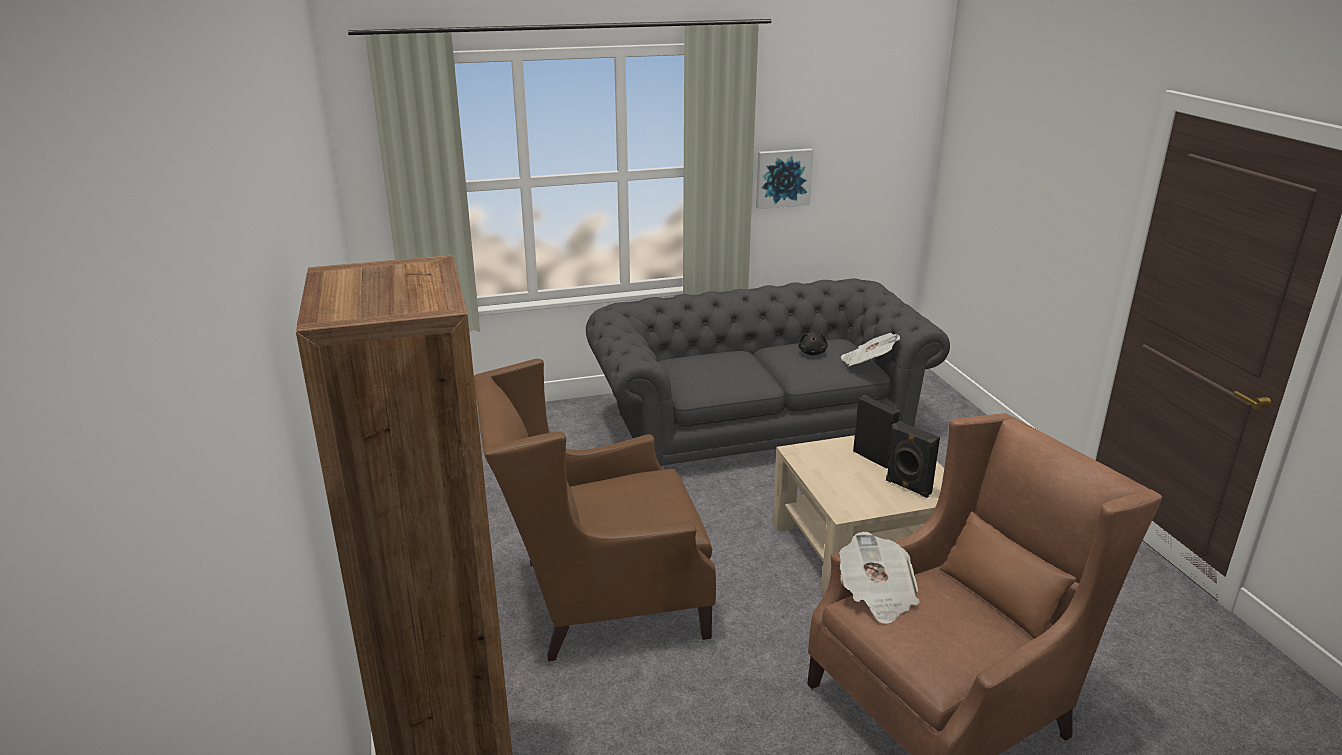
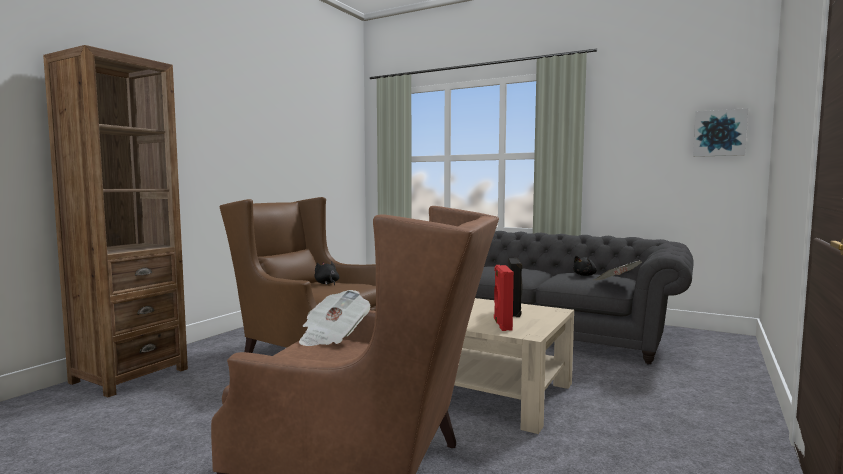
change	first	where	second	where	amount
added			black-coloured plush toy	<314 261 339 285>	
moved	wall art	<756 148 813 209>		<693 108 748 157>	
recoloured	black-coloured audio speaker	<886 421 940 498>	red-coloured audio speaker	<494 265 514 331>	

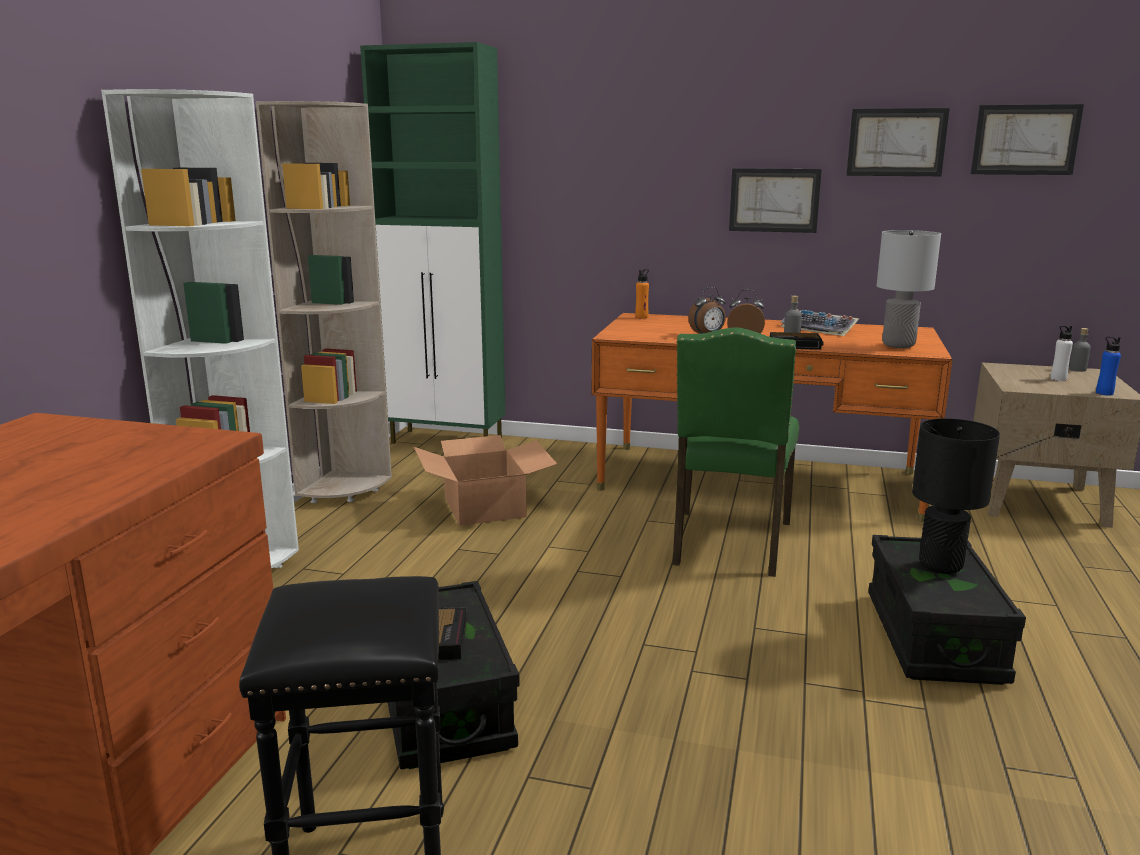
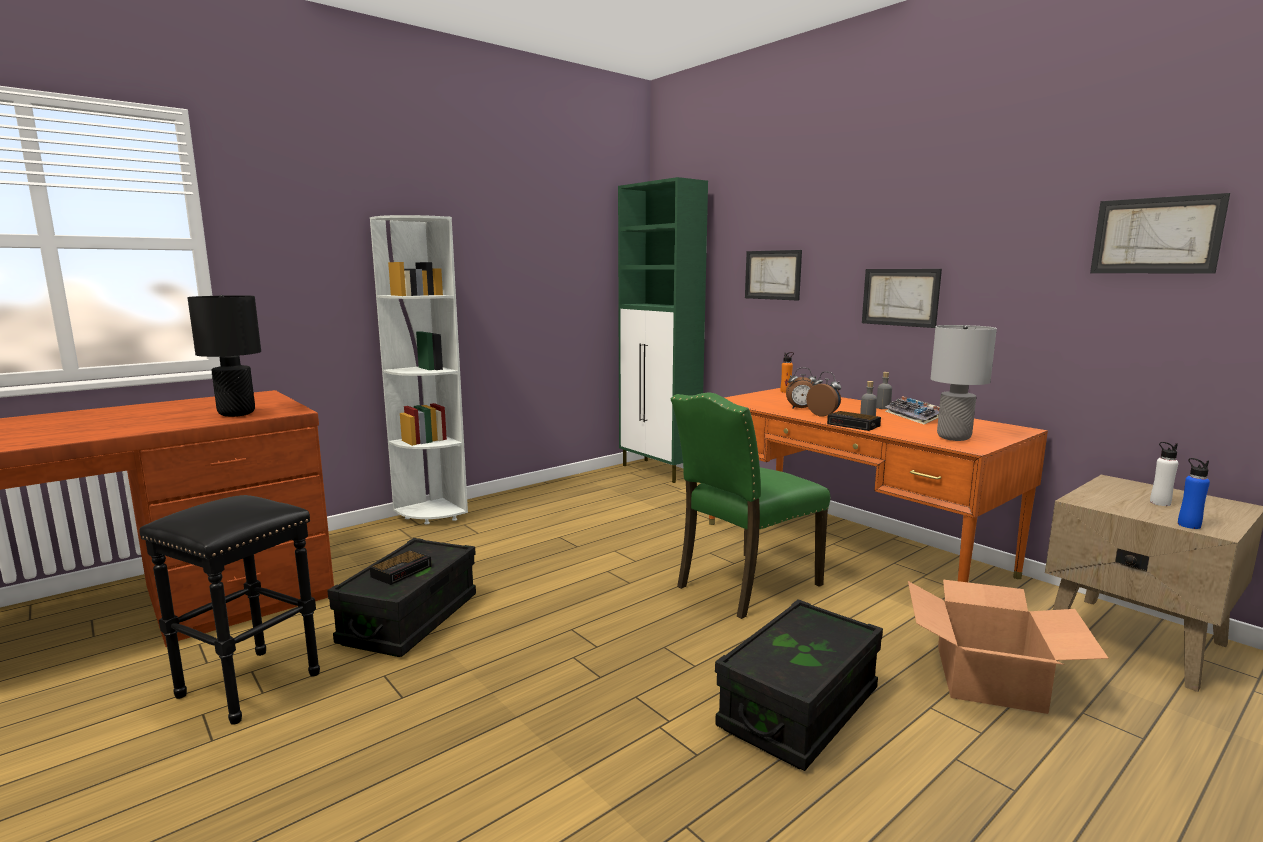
change	first	where	second	where	amount
removed	sand-coloured shelving unit	<256 101 392 503>			
moved	cardboard box	<414 435 557 526>		<908 580 1109 714>	
moved	wall art	<846 108 950 176>		<745 250 802 301>	
moved	black-coloured lamp for a table	<912 418 1000 574>		<187 295 261 417>	
moved	gray drink bottle	<1069 328 1091 372>		<876 372 892 409>	

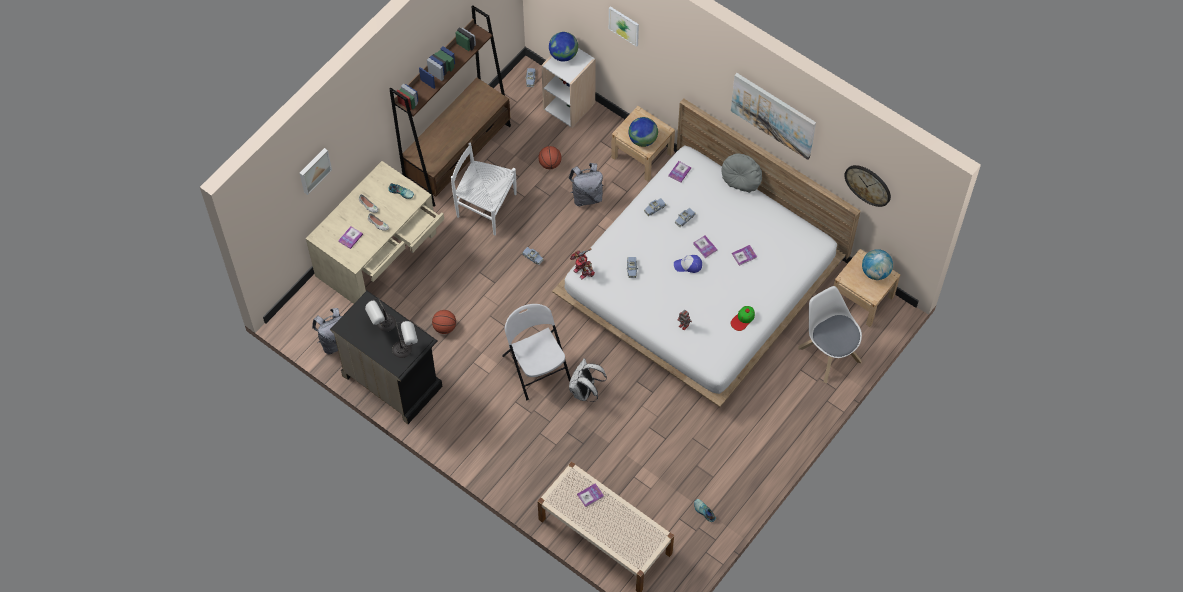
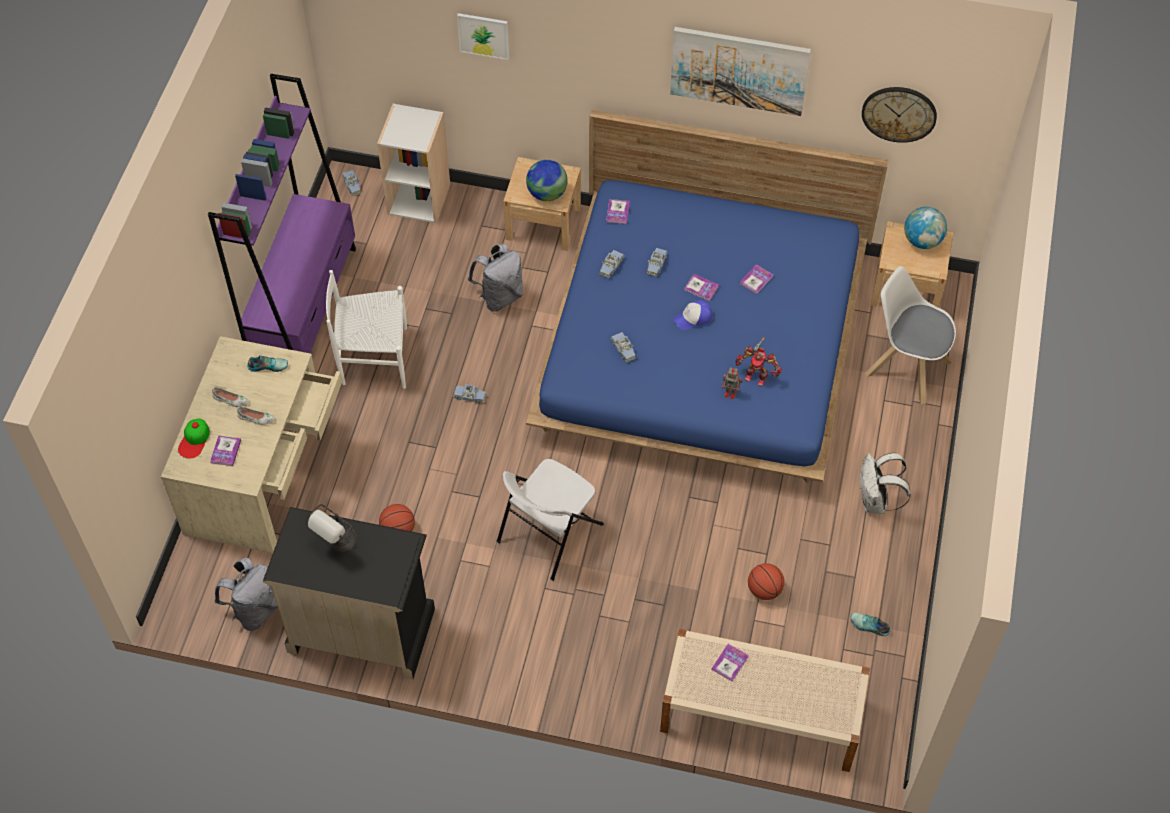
change	first	where	second	where	amount
removed	wall art	<300 148 332 195>			
removed	lamp for a table	<392 321 418 358>			
removed	world globe	<549 32 578 62>			
removed	gray throw pillow	<722 153 762 193>			
moved	basketball ball	<538 146 562 169>		<748 563 785 600>	
moved	white-coloured rucksack	<569 358 607 402>		<860 453 911 514>	
moved	model robot	<570 248 595 279>		<736 337 781 386>	
moved	cap	<731 306 755 331>		<178 419 210 459>	
recoloured	brownish shelving unit	<389 5 511 206>	purple-coloured shelving unit	<208 74 356 353>	
recoloured	white-coloured sleeping bed	<552 98 861 407>	blue sleeping bed	<526 110 889 483>	
turned	white-coloured upright chair	<502 304 571 401>		<497 459 604 581>	90 degrees counterclockwise

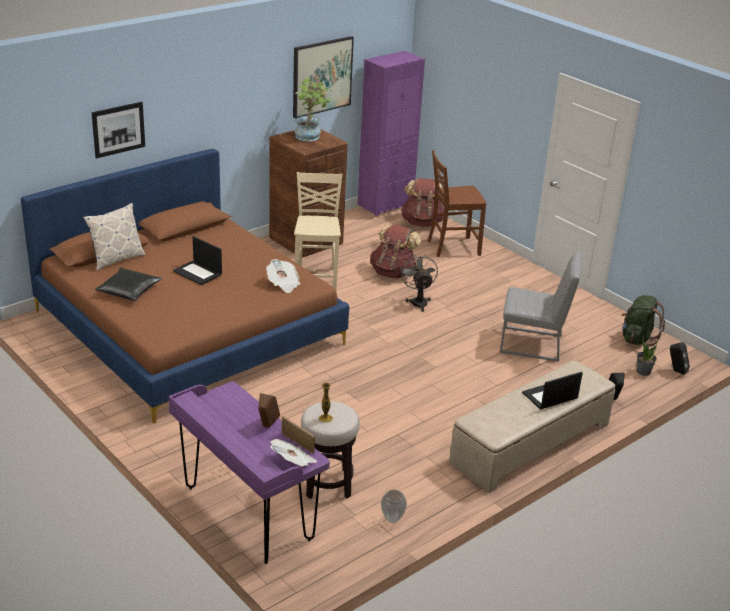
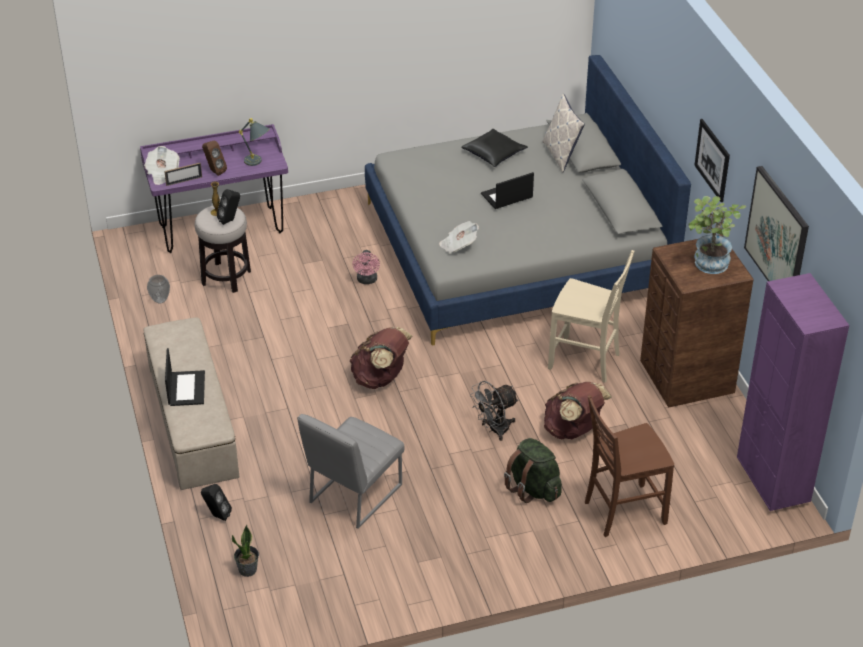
change	first	where	second	where	amount
added			gray lamp for a table	<238 118 270 166>	
added			pinkish fan	<353 250 380 284>	
moved	wall art	<92 102 145 158>		<694 119 730 202>	
moved	brownish rucksack	<401 178 444 227>		<349 327 412 389>	
moved	greenish rucksack	<621 295 665 347>		<504 438 562 503>	
moved	black-coloured audio speaker	<670 342 690 375>		<217 189 240 225>	
recoloured	brownish sleeping bed	<21 149 349 424>	gray sleeping bed	<365 55 691 346>	
turned	gray fan	<401 254 438 312>		<470 381 519 441>	135 degrees clockwise
turned	brownish upright chair	<428 150 486 257>		<585 395 674 537>	120 degrees counterclockwise

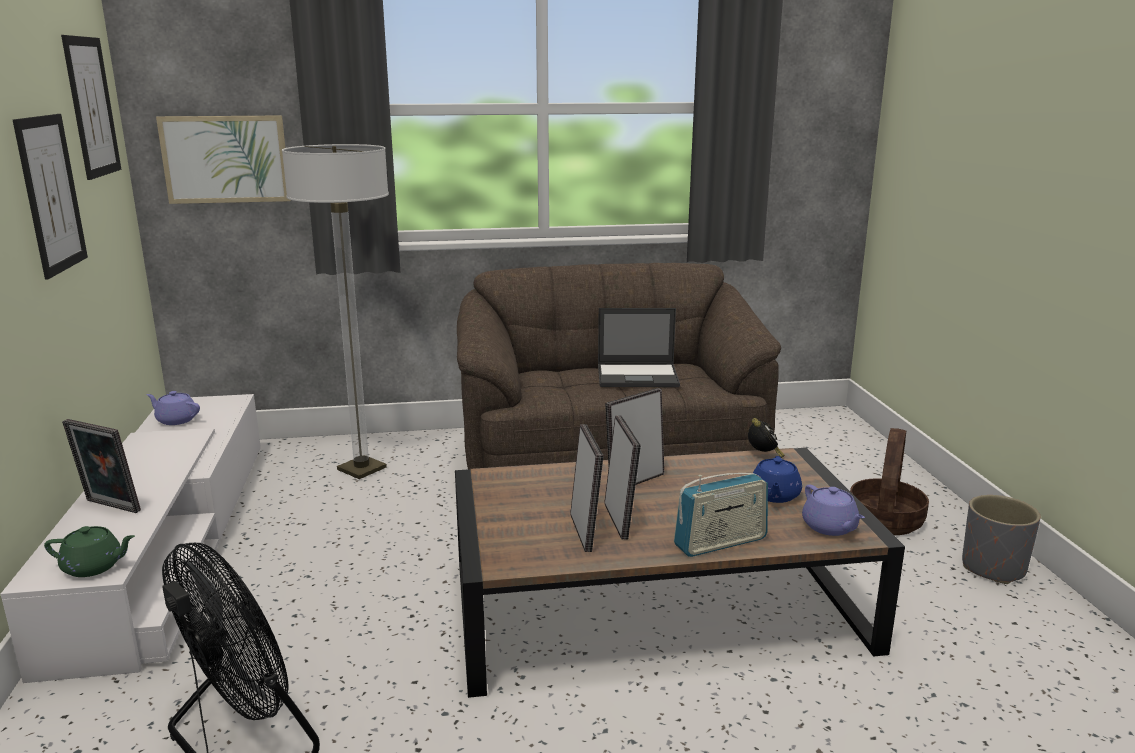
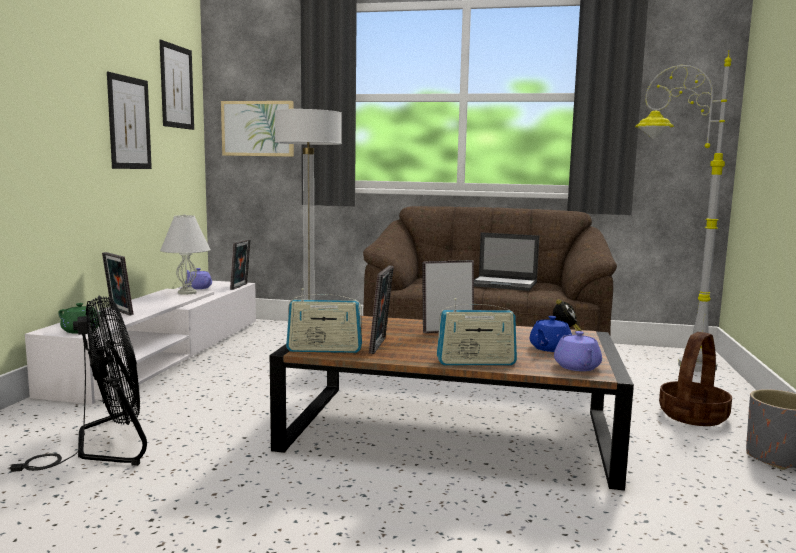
change	first	where	second	where	amount
added			white-coloured lamp for a table	<160 214 211 295>	
added			radio	<286 288 362 353>	
added			gray standard lamp	<635 50 732 372>	
moved	photo frame	<604 415 641 540>		<230 239 251 290>	

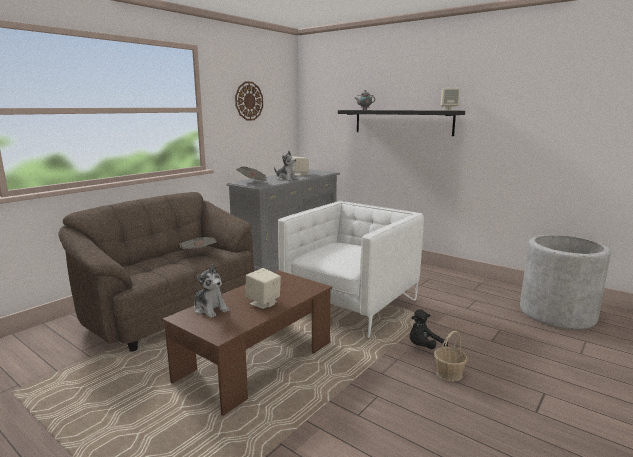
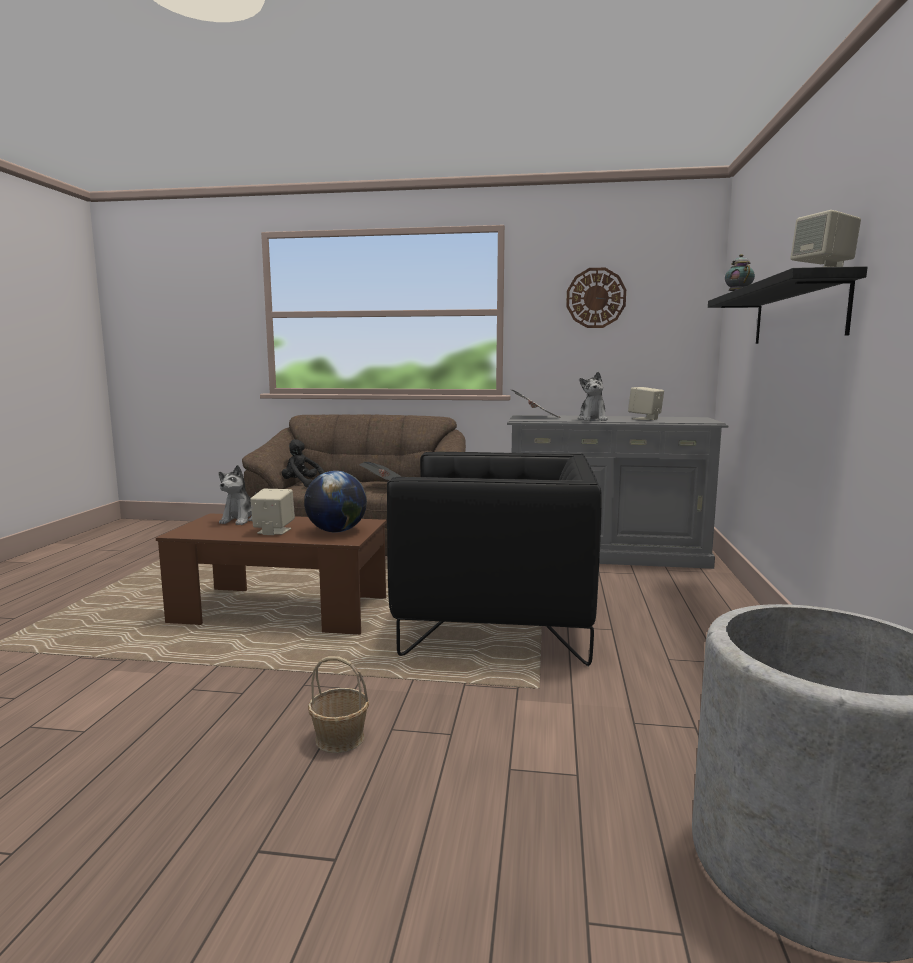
change	first	where	second	where	amount
added			world globe	<304 471 367 532>	
moved	black-coloured plush toy	<410 309 448 349>		<282 439 325 487>	
recoloured	white-coloured armchair	<278 201 424 338>	black-coloured armchair	<387 452 602 667>	

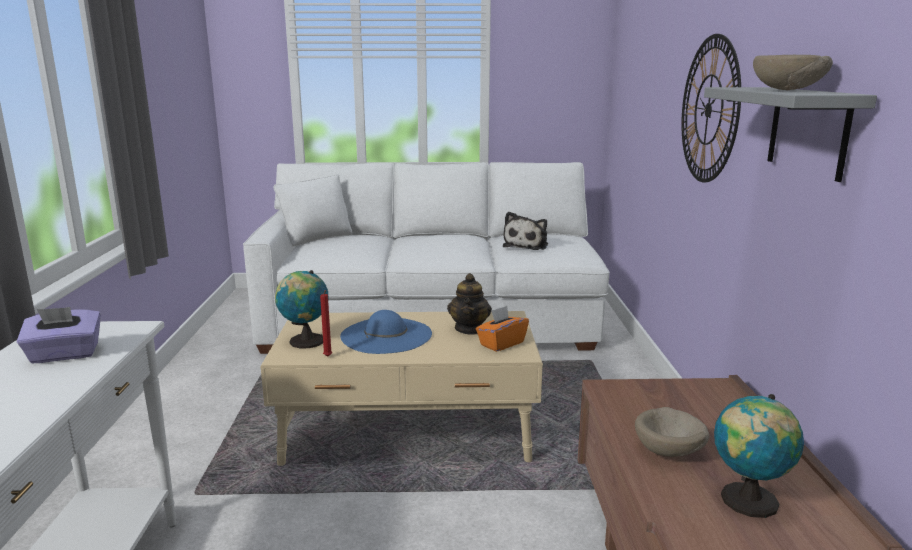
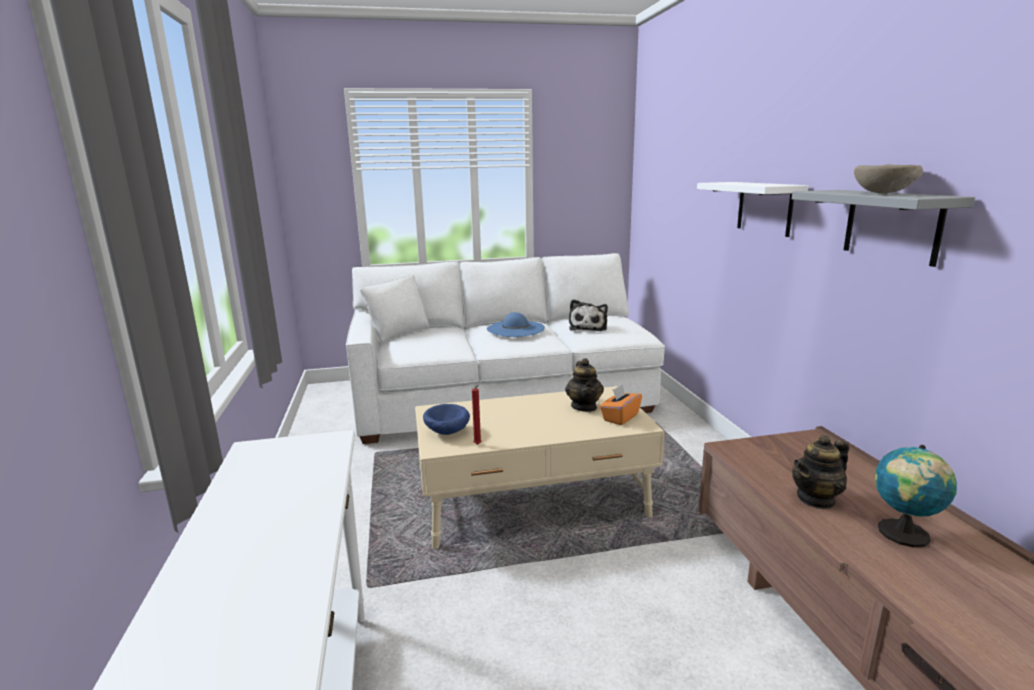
change	first	where	second	where	amount
removed	purple-coloured box of tissues	<17 307 101 363>			
moved	blue wearable hat	<340 310 432 354>		<487 312 545 337>	
replaced	world globe	<275 270 329 349>	blue bowl	<423 404 470 435>	
replaced	sand-coloured bowl	<635 407 710 457>	tea pot	<792 435 849 509>	
replaced	wall clock	<681 34 741 182>	white-coloured wall shelf	<697 182 808 237>	

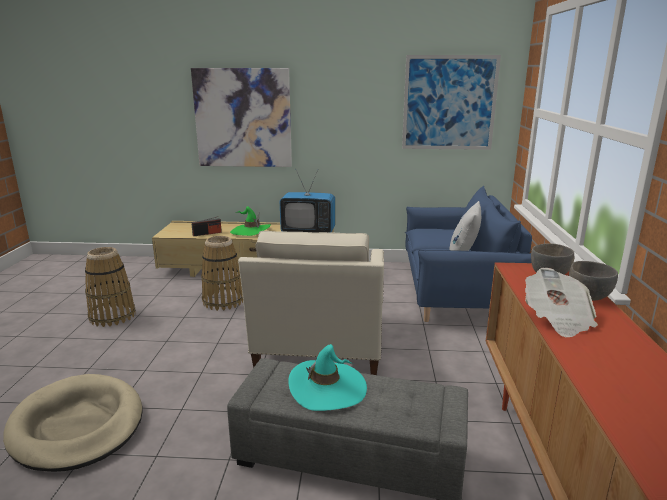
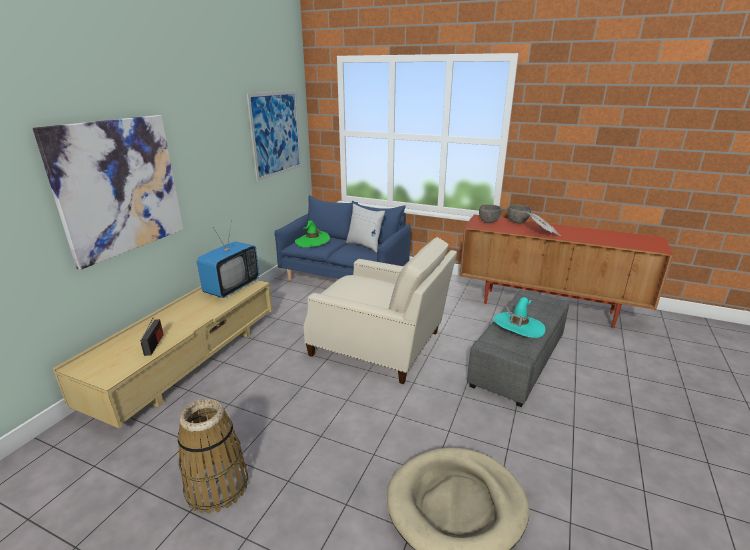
change	first	where	second	where	amount
removed	basket	<201 236 243 311>			
moved	greenish wearable hat	<230 206 271 236>		<295 221 330 247>	

